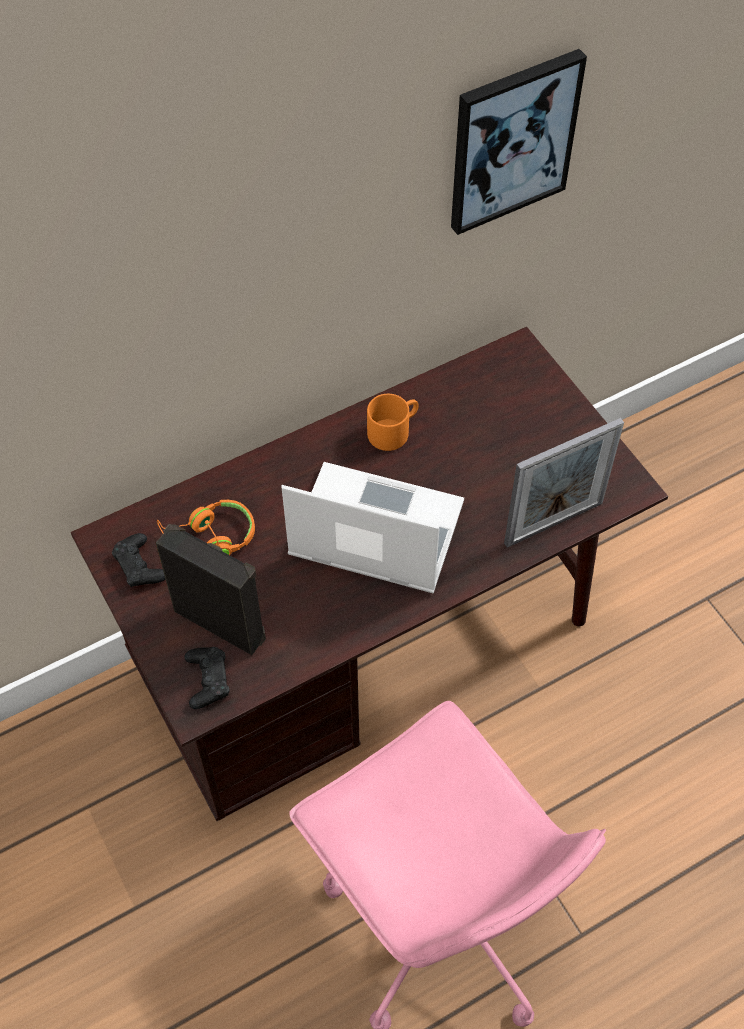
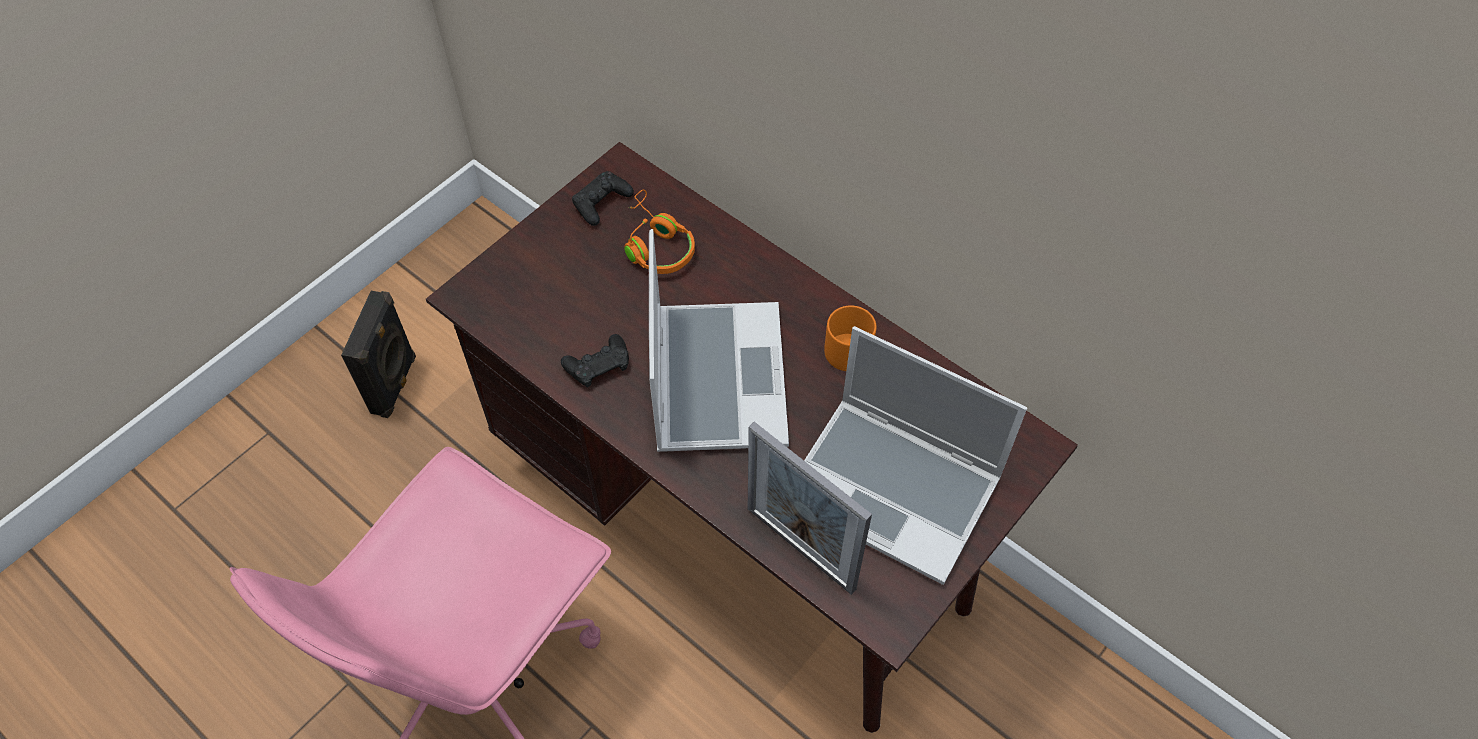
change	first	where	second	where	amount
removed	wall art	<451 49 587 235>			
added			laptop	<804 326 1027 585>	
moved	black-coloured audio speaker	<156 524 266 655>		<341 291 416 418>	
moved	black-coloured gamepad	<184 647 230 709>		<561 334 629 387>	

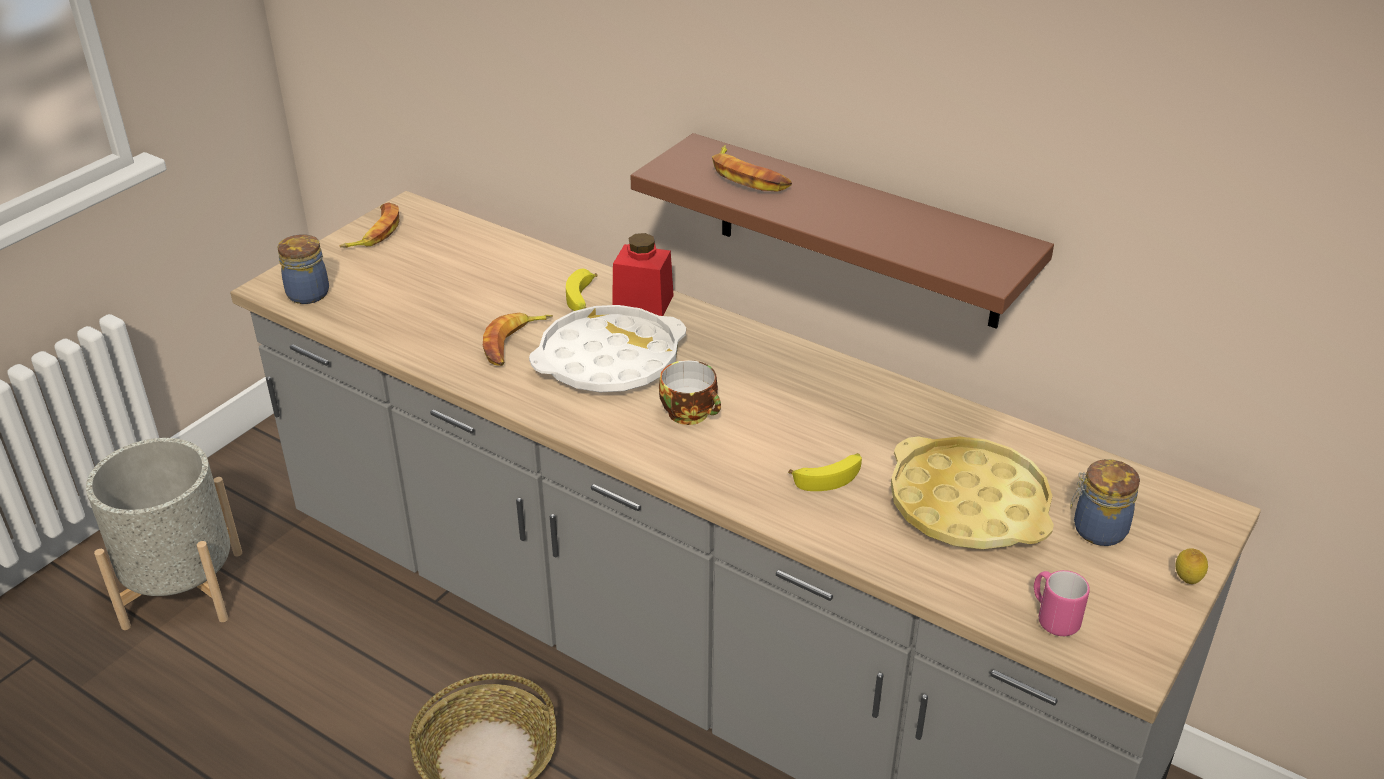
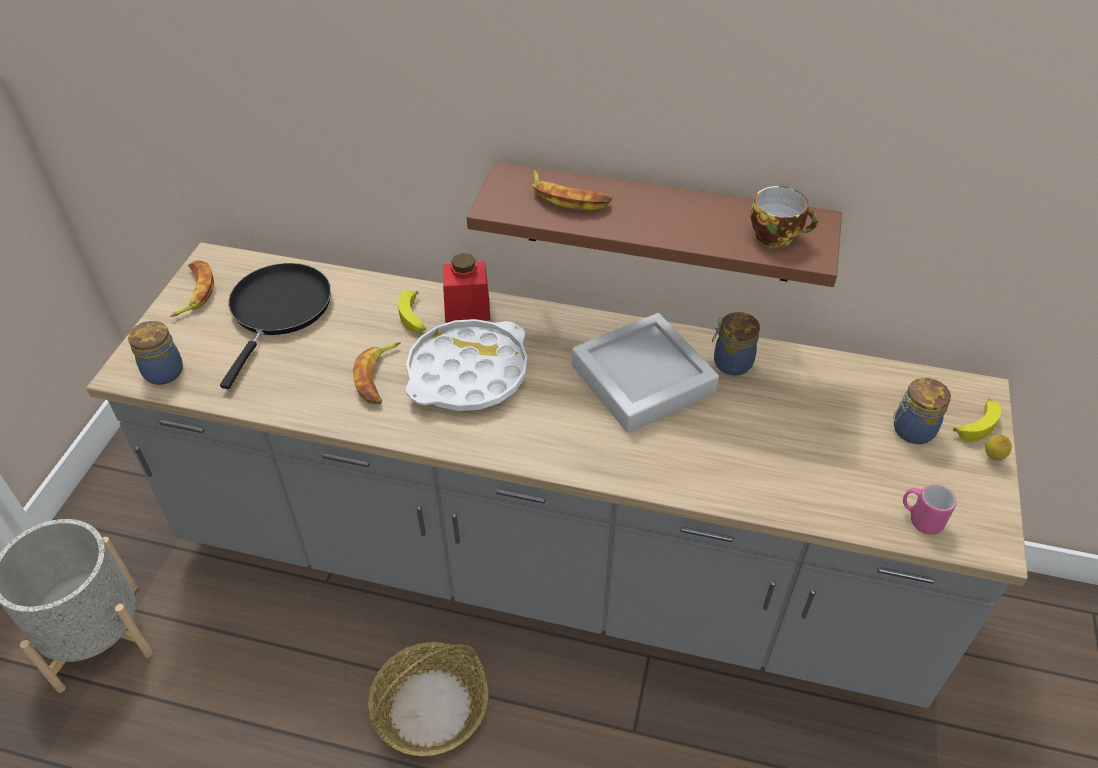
change	first	where	second	where	amount
removed	yellow tray	<891 436 1054 550>			
added			black-coloured pan	<220 263 331 389>	
added			gray tray	<572 313 719 433>	
added			storage jar	<712 312 760 376>	
moved	small cup	<659 360 721 425>		<751 186 818 247>	
moved	banana	<788 453 862 491>		<953 399 1001 442>	

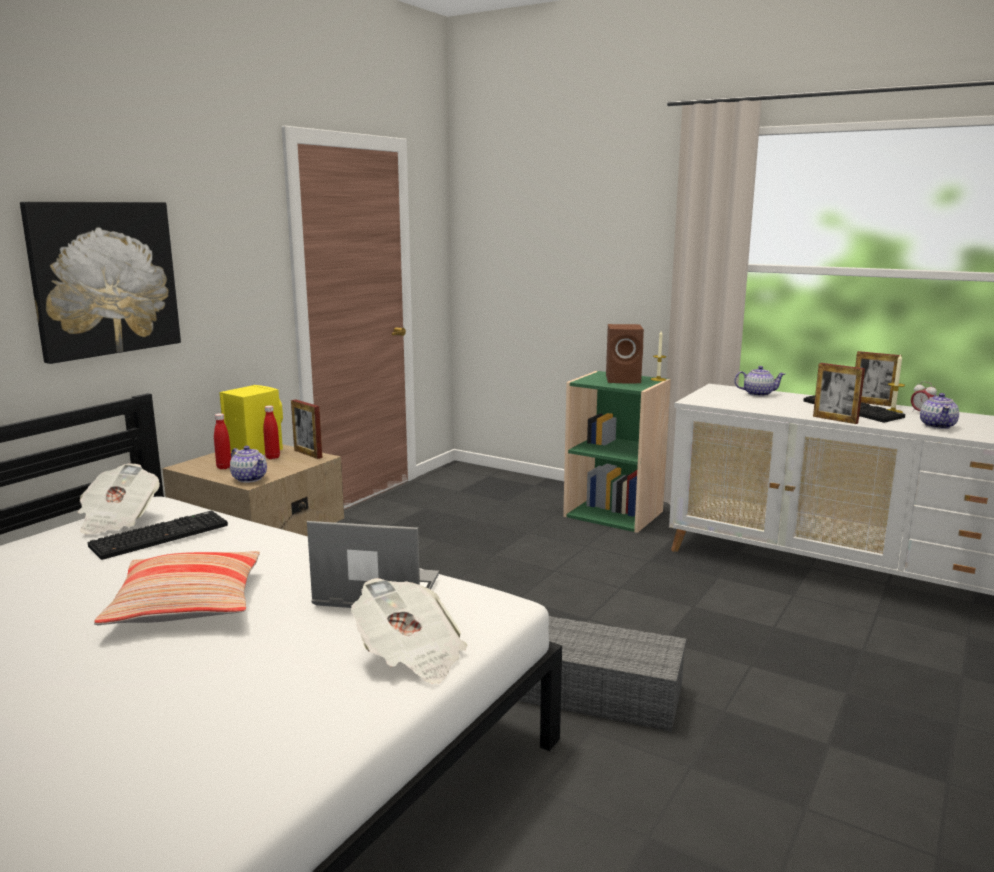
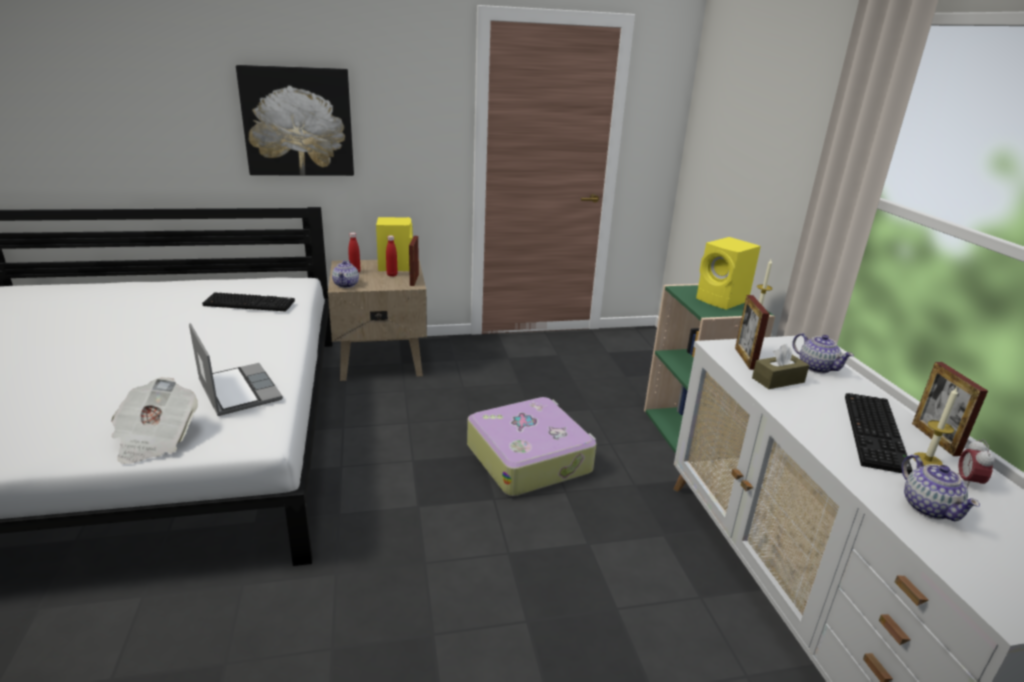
change	first	where	second	where	amount
removed	newspaper	<78 463 160 534>			
removed	throw pillow	<94 551 260 625>			
removed	gray storage container	<519 616 686 732>			
added			suitcase	<467 397 596 496>	
added			brownish box of tissues	<752 344 809 389>	
moved	photo frame	<813 363 865 424>		<735 295 769 370>	
recoloured	brownish audio speaker	<606 324 644 383>	yellow audio speaker	<696 237 761 310>	
turned	tea pot	<920 393 959 429>		<902 455 980 521>	75 degrees counterclockwise

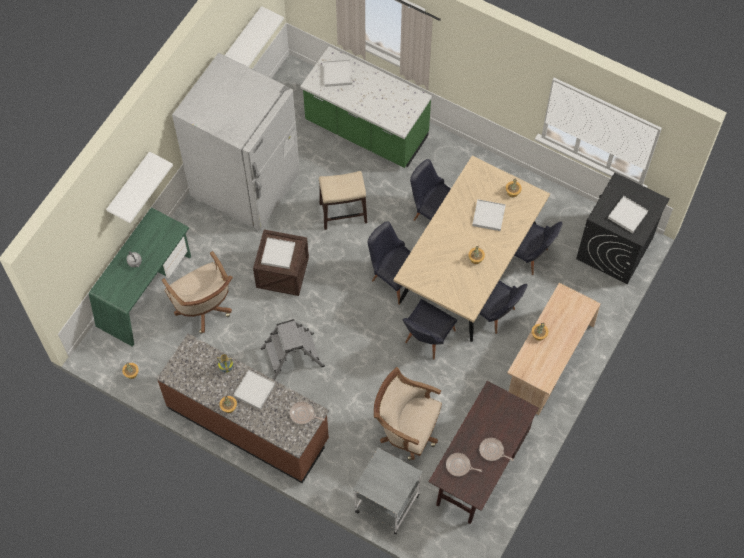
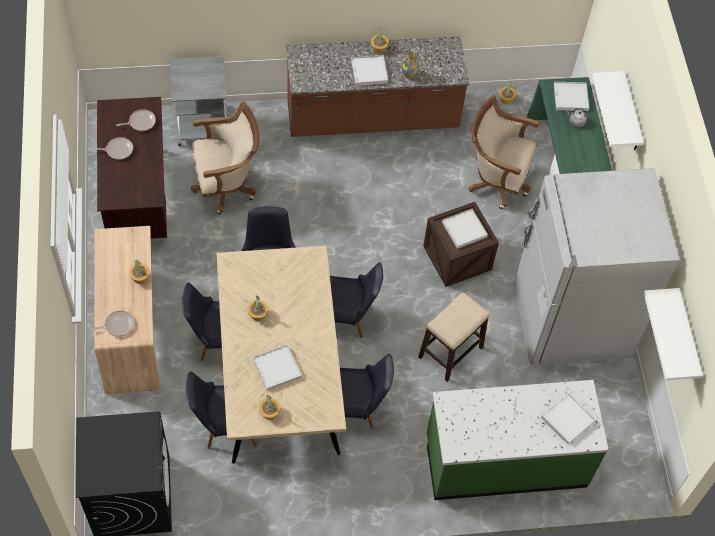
change	first	where	second	where	amount
removed	gray step stool	<261 319 325 380>			
moved	pan	<290 401 325 425>		<90 310 134 336>	
moved	white-coloured tray	<608 196 648 233>		<554 82 589 111>	

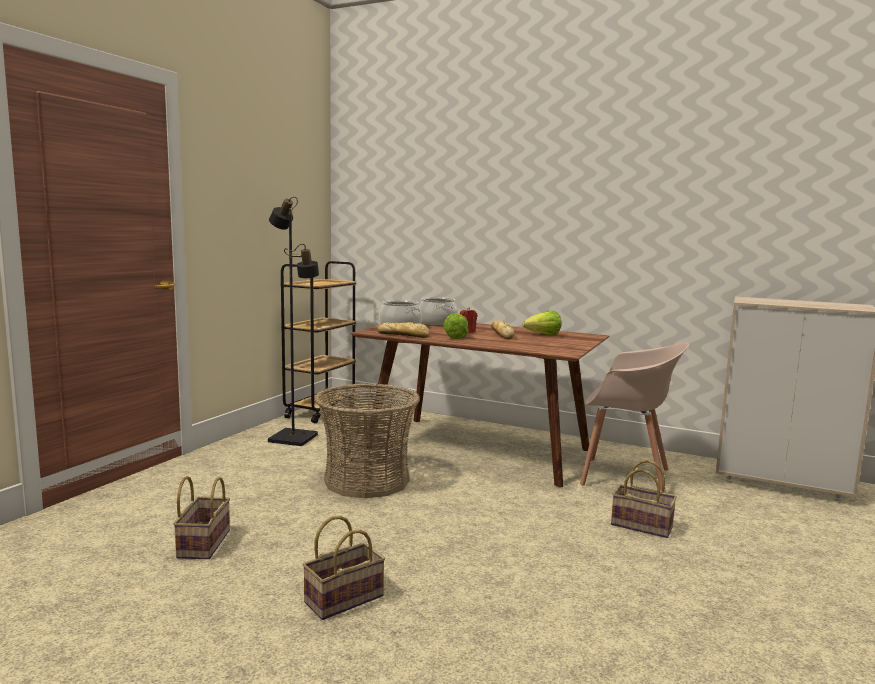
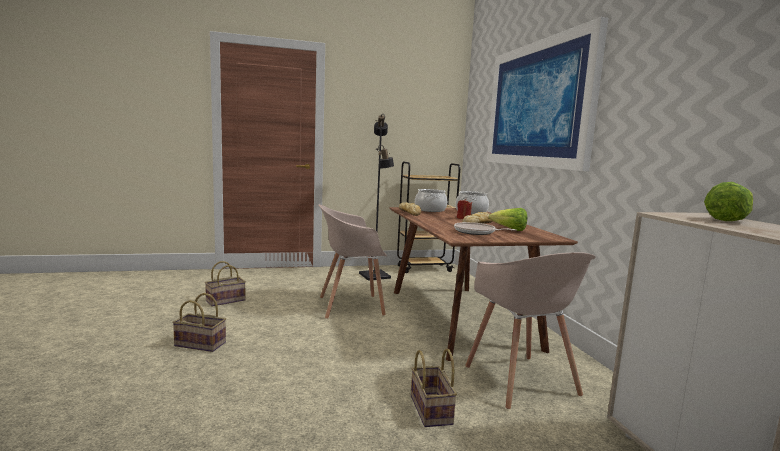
change	first	where	second	where	amount
added			pan	<454 222 516 235>	
added			wall art	<487 17 608 171>	
moved	lettuce	<443 313 468 339>		<704 182 753 221>	
replaced	basket	<314 383 420 498>	sand-coloured upright chair	<319 204 387 319>	

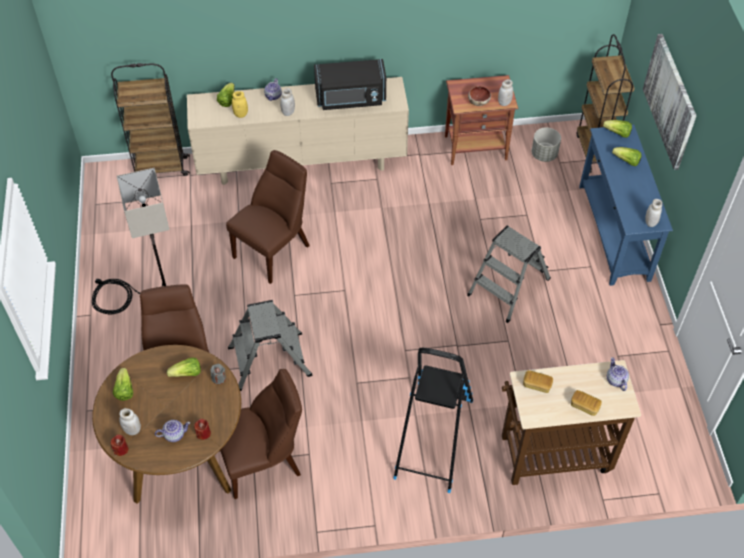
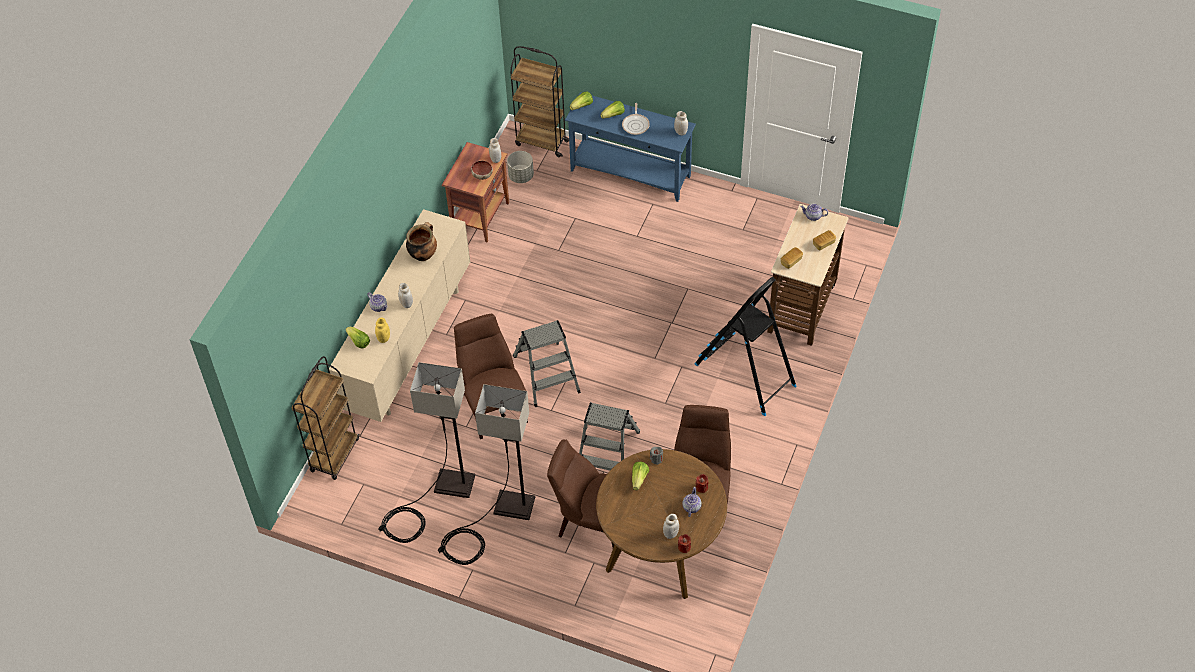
change	first	where	second	where	amount
removed	lettuce	<113 368 133 401>			
removed	wall art	<643 34 697 170>			
added			standard lamp	<378 362 475 543>	
added			pan	<622 103 650 135>	
moved	gray step stool	<467 225 551 323>		<513 320 581 407>	
replaced	black-coloured microwave oven	<314 59 386 110>	saucepot	<406 222 437 261>	

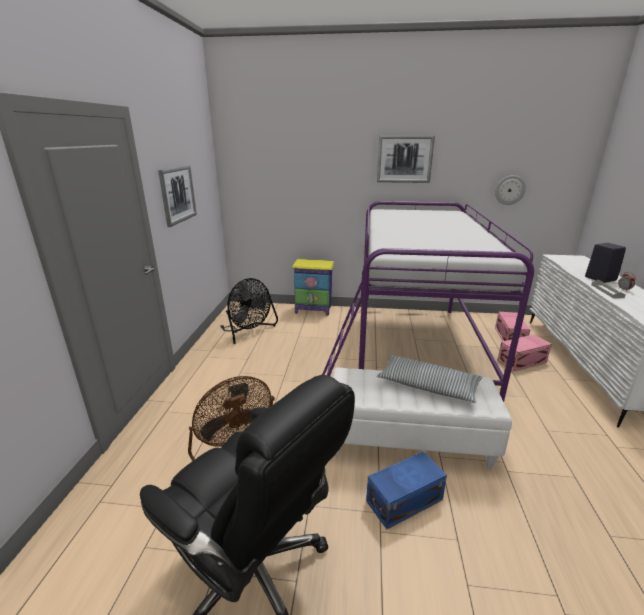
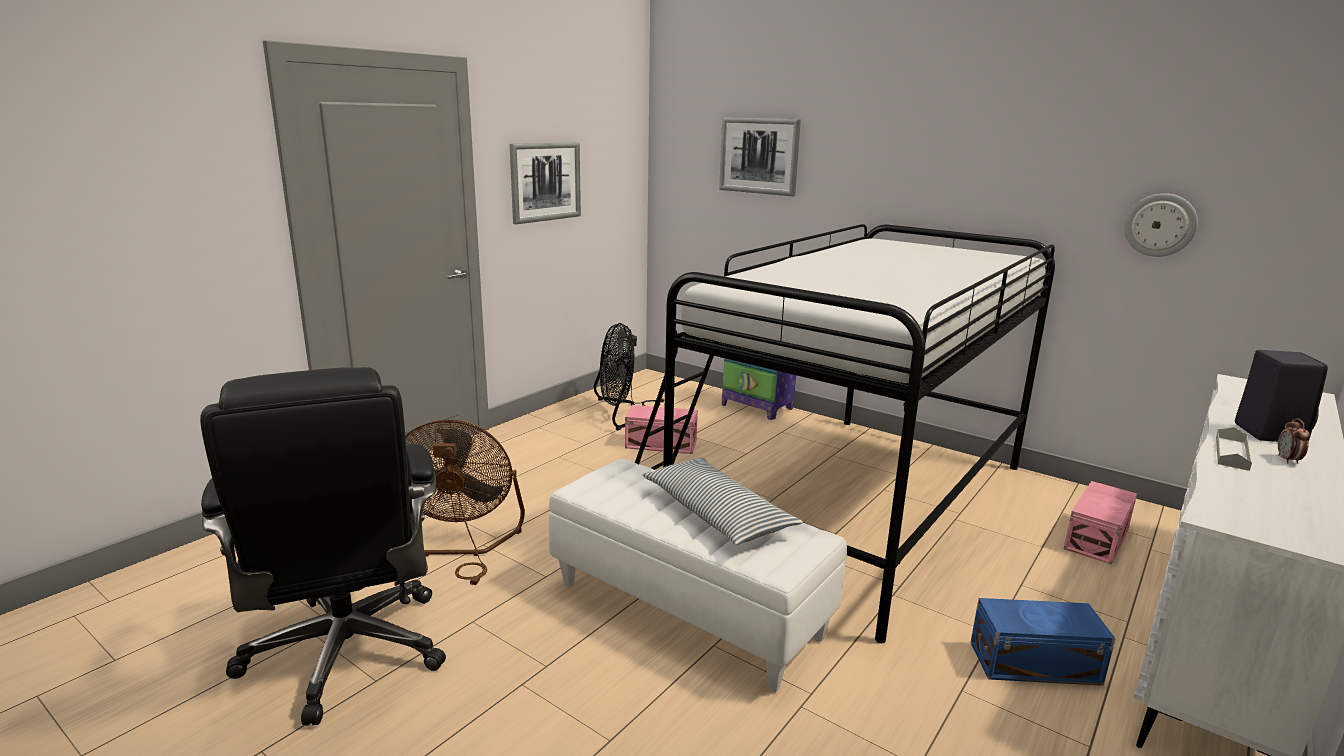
change	first	where	second	where	amount
moved	blue storage container	<366 452 447 529>		<971 598 1116 686>	
moved	wall art	<377 135 435 183>		<719 117 801 196>	
moved	pinkish storage container	<498 334 552 371>		<625 405 698 454>	
recoloured	purple-coloured sleeping bed	<322 201 534 402>	black-coloured sleeping bed	<635 224 1055 643>	
turned	black-coloured fan	<220 278 278 344>		<594 323 665 431>	90 degrees clockwise

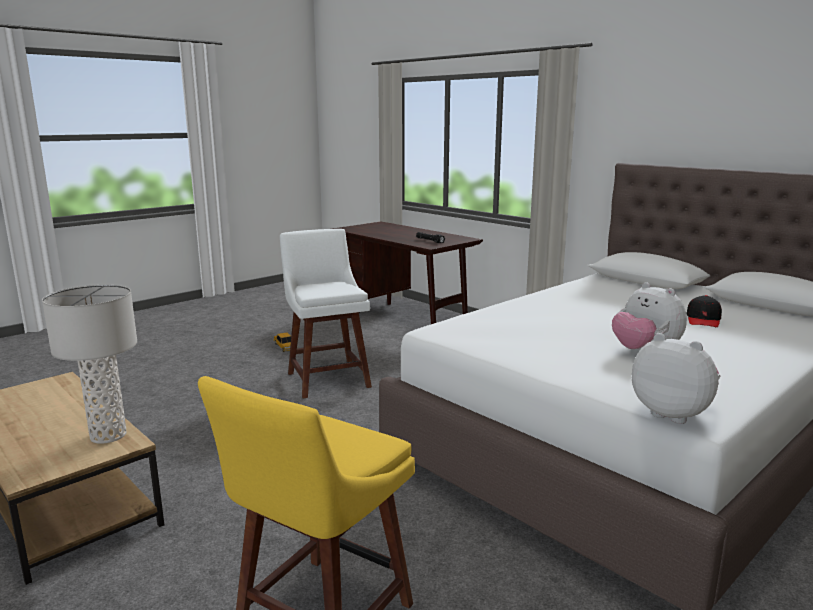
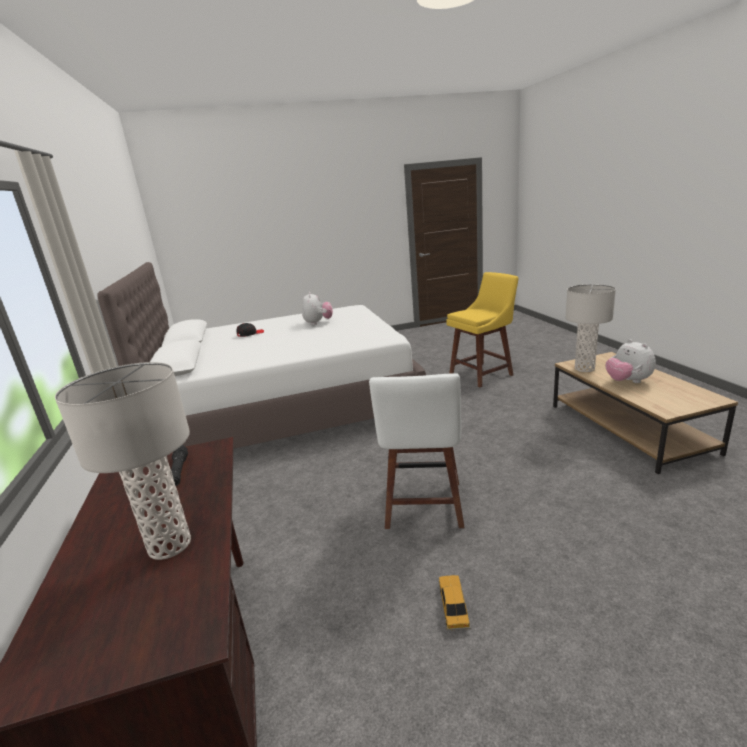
change	first	where	second	where	amount
added			white-coloured lamp for a table	<55 362 191 560>	
moved	plush toy	<632 333 720 424>		<606 339 656 383>	

